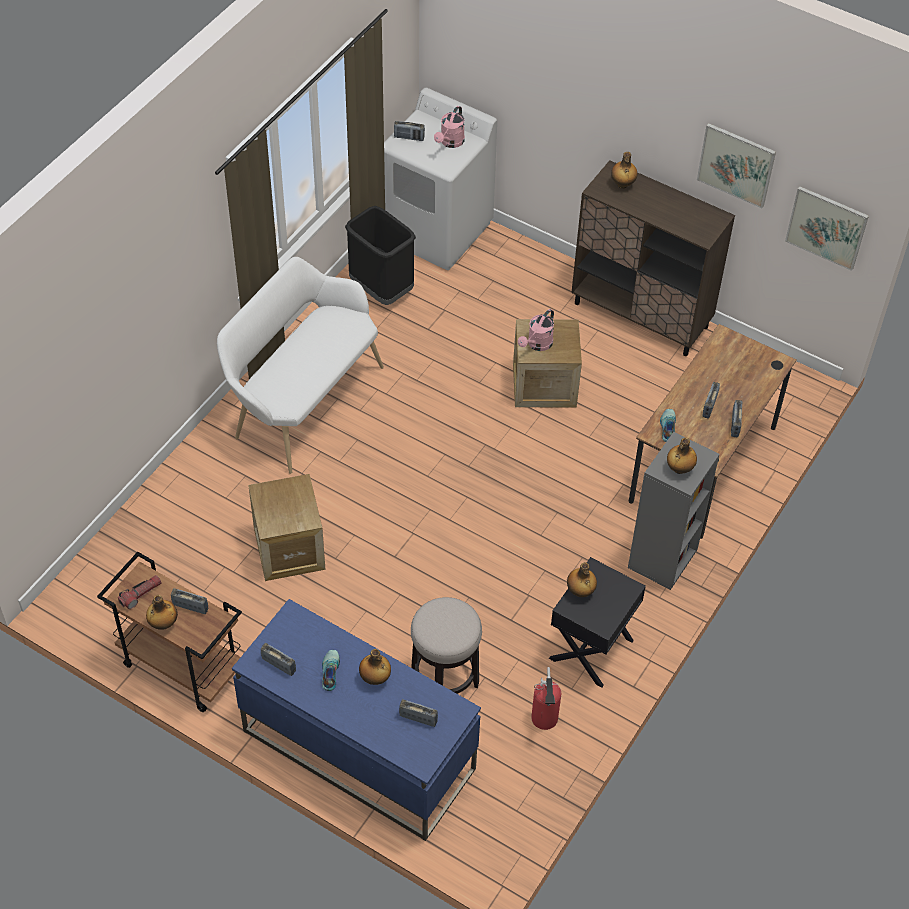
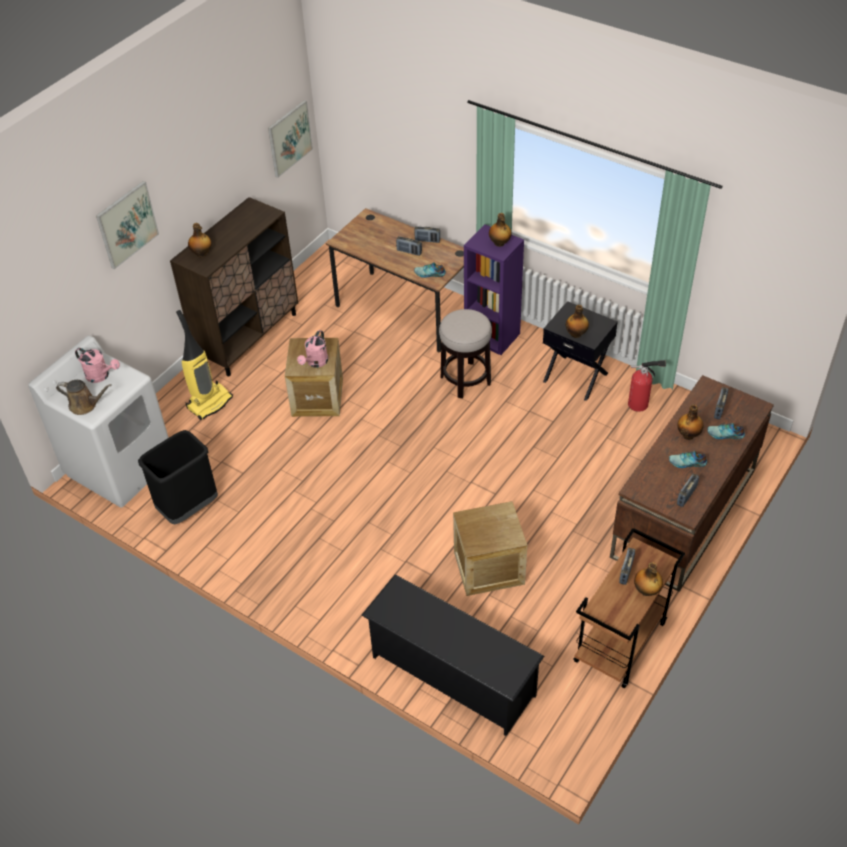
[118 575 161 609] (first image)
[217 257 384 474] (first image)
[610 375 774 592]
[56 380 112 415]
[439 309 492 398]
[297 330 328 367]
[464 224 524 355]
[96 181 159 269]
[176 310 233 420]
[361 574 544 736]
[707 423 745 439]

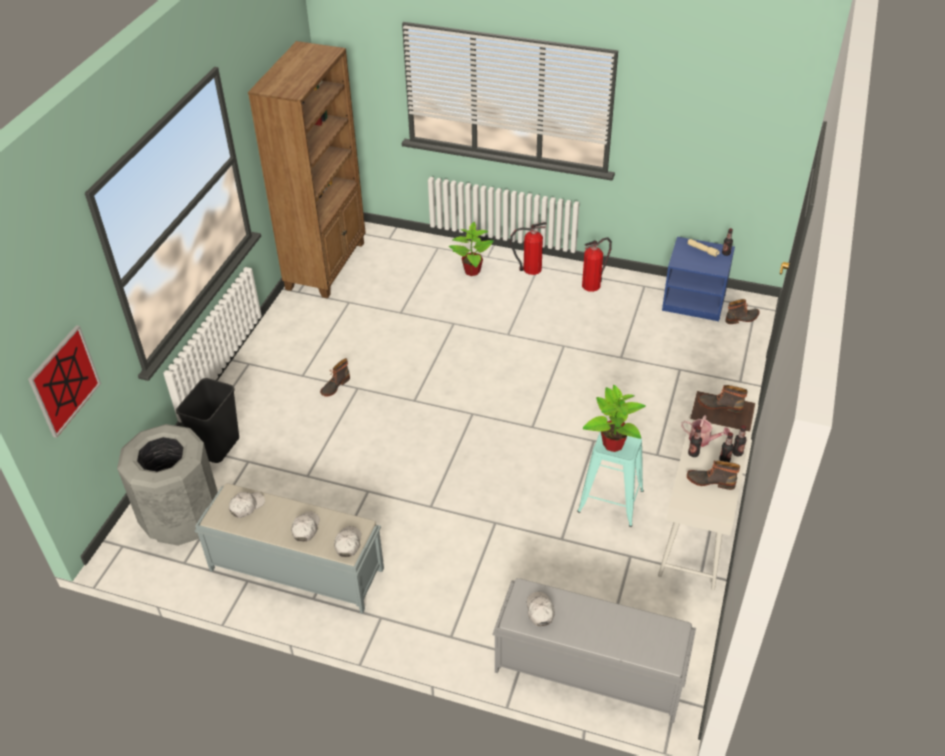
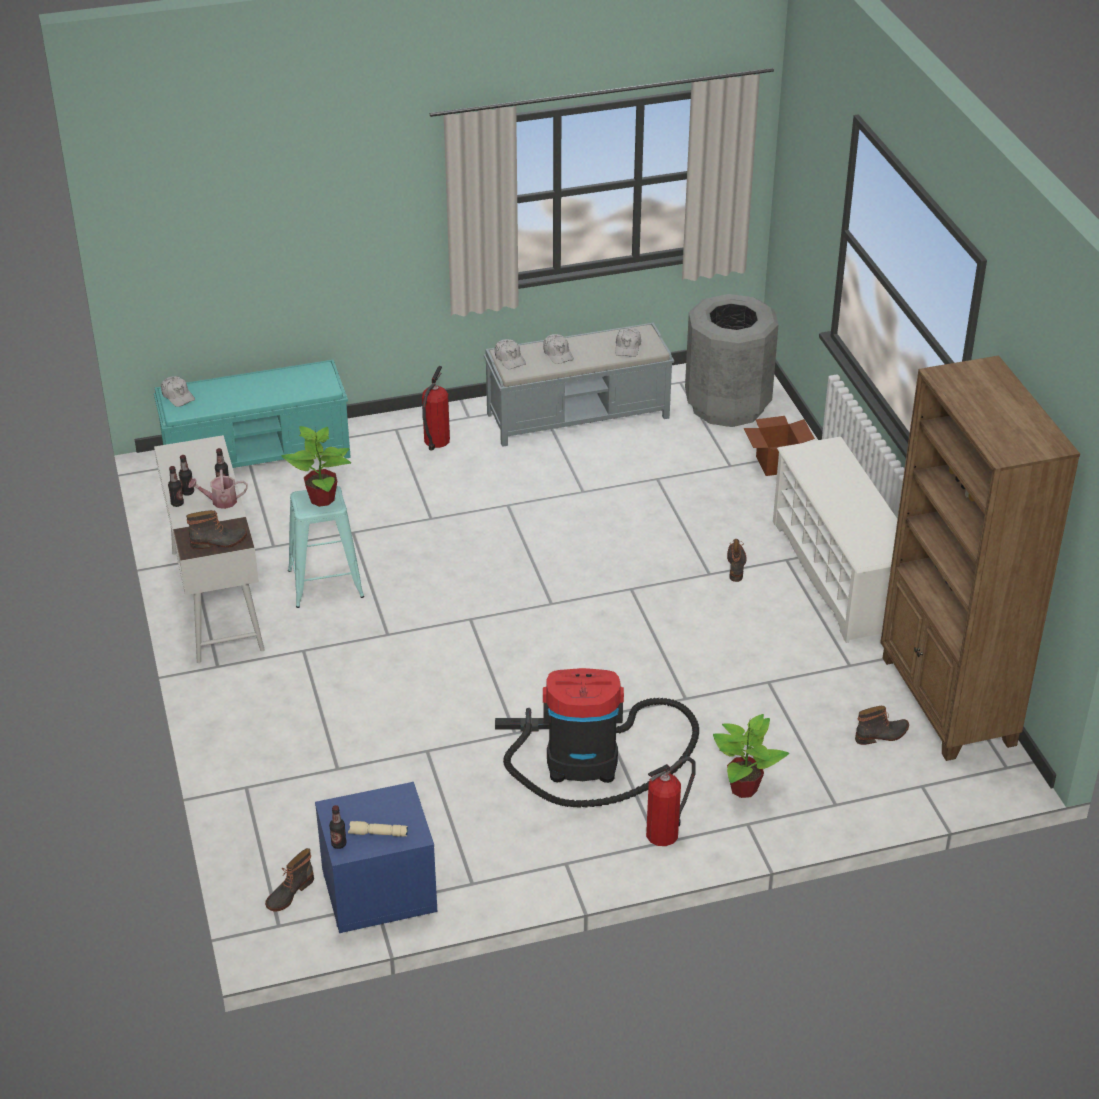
[28 325 101 438] (first image)
[744 416 815 476]
[154 360 351 468]
[161 376 195 407]
[422 366 450 451]
[855 706 909 745]
[495 668 699 808]
[773 436 898 643]

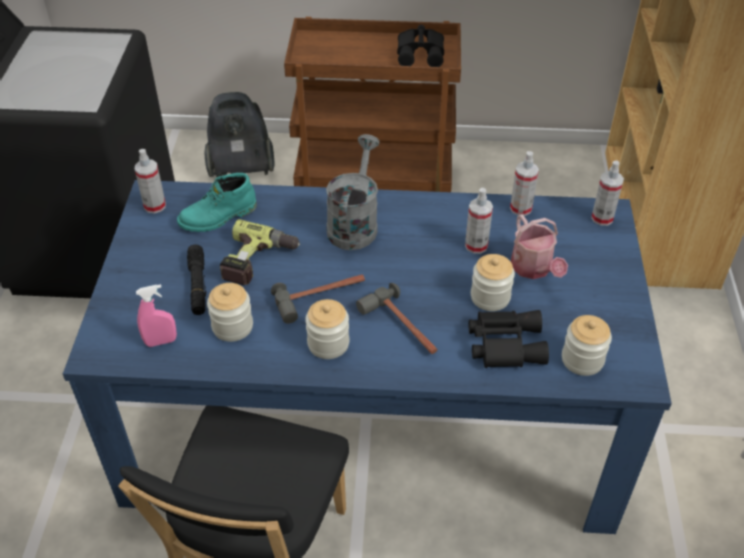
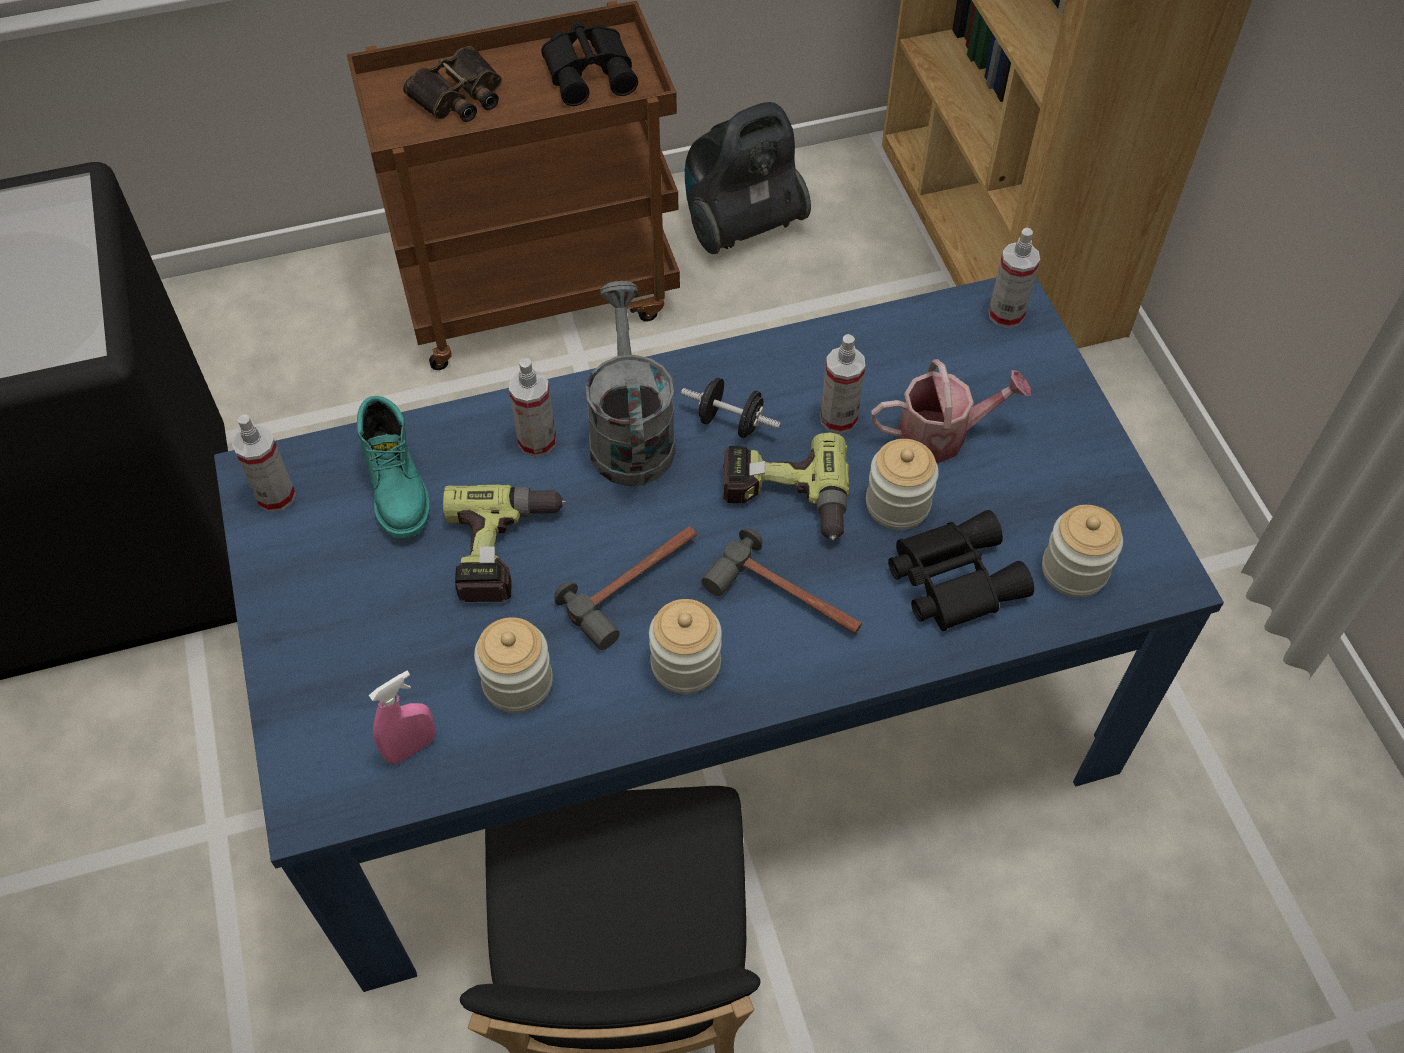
[357 396 430 539]
[187 245 206 315] (first image)
[685 102 811 254]
[509 358 556 457]
[871 359 1031 463]
[403 46 502 122]
[681 378 781 438]
[722 433 849 540]

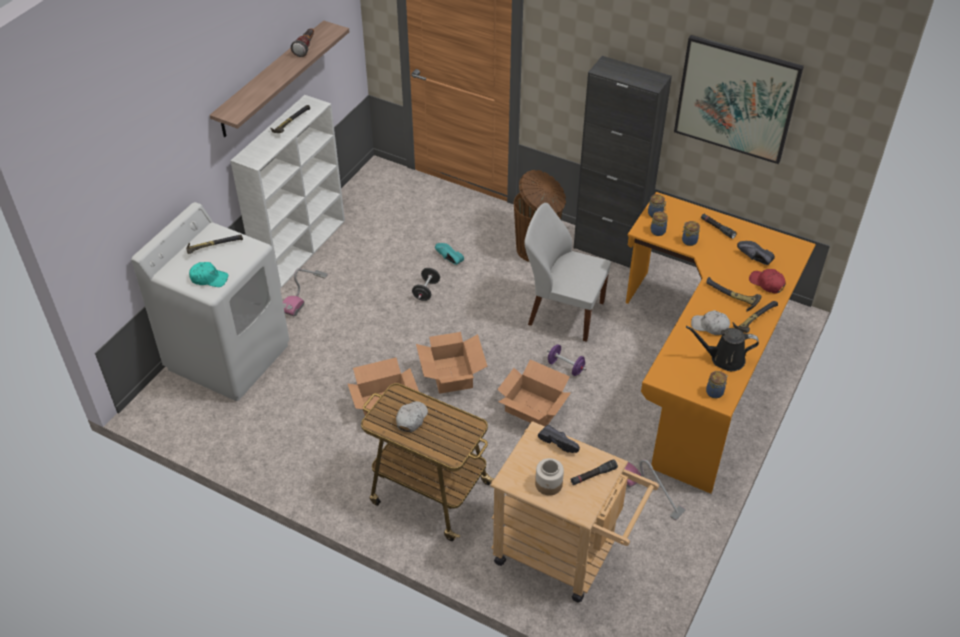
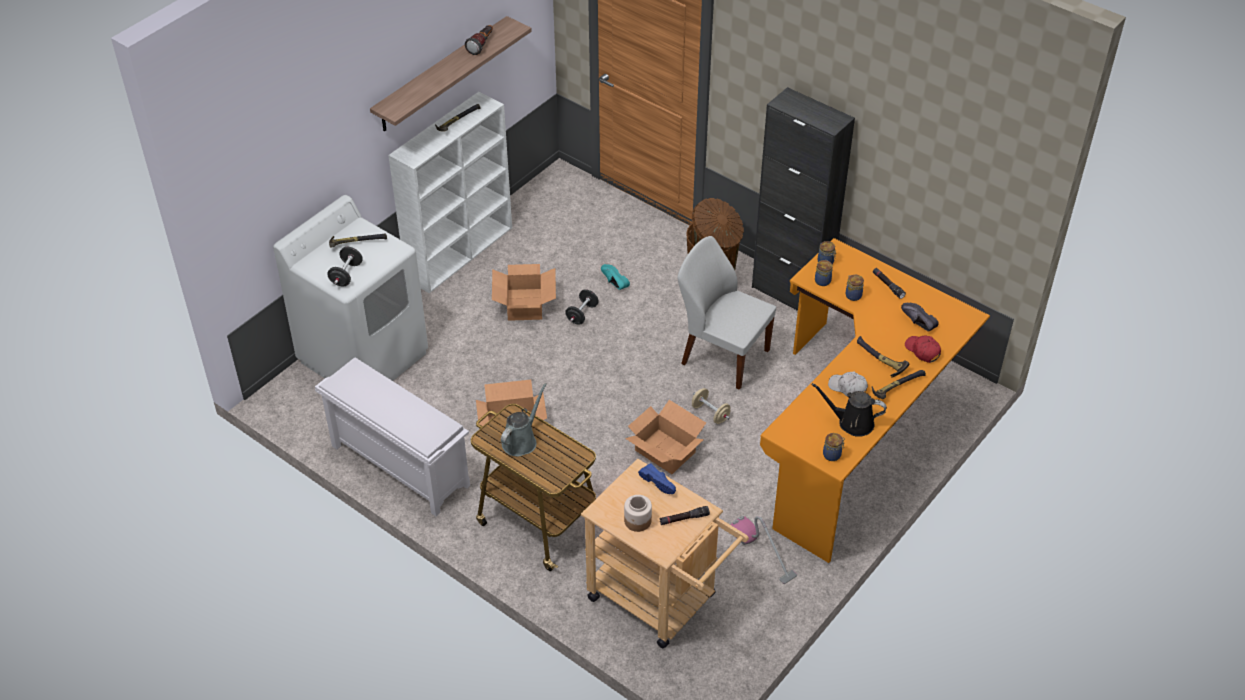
[327 247 363 287]
[283 268 328 316] (first image)
[501 383 547 456]
[492 264 556 321]
[638 463 676 494]
[692 388 730 424]
[674 35 804 164] (first image)
[315 358 470 516]

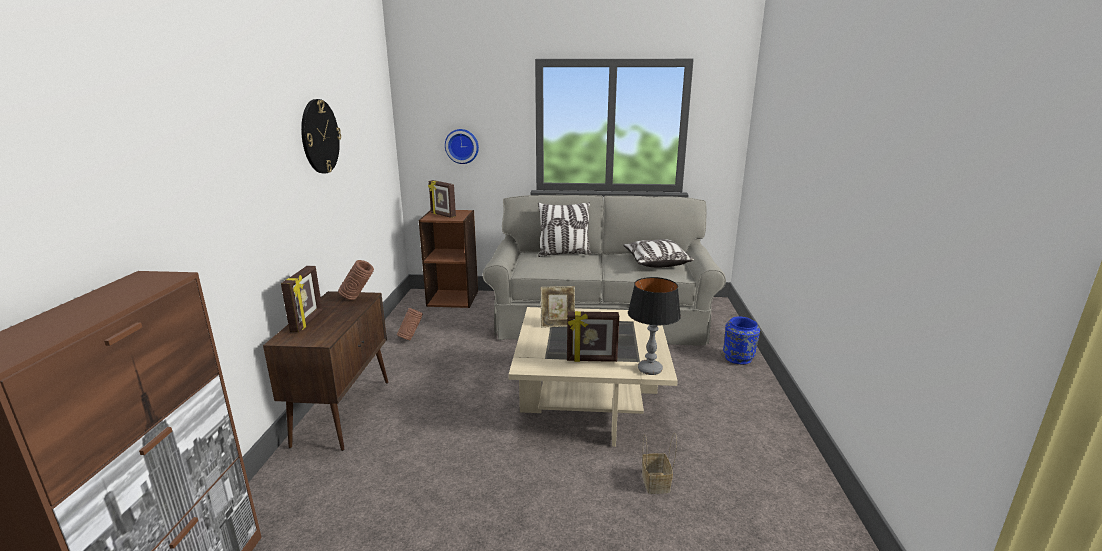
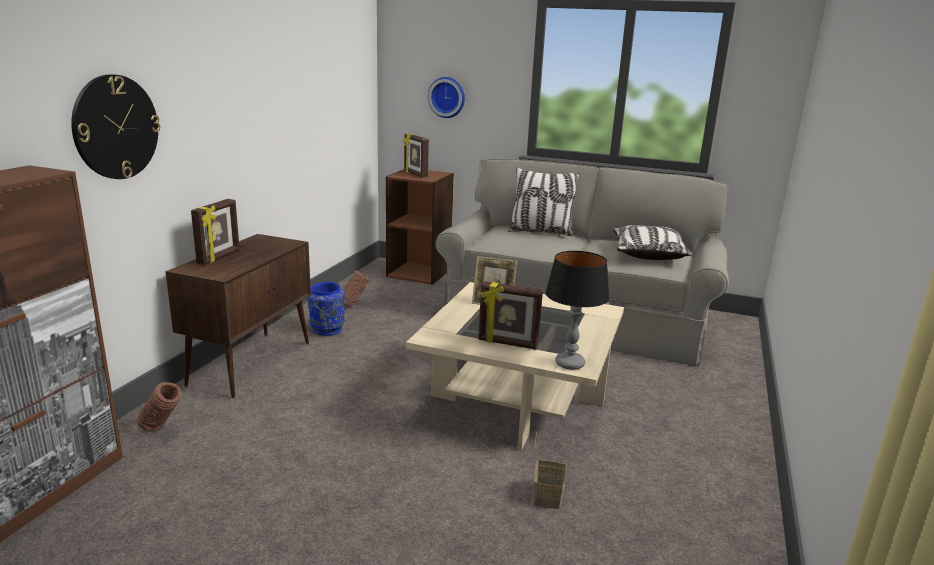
[71 74 160 179]
[137 382 182 431]
[307 282 345 335]

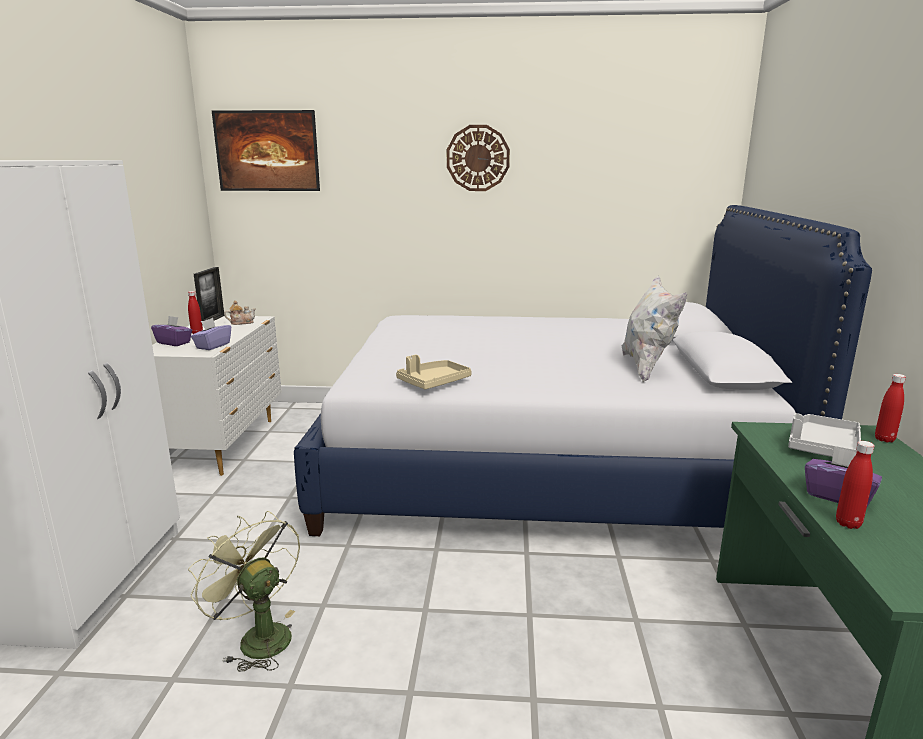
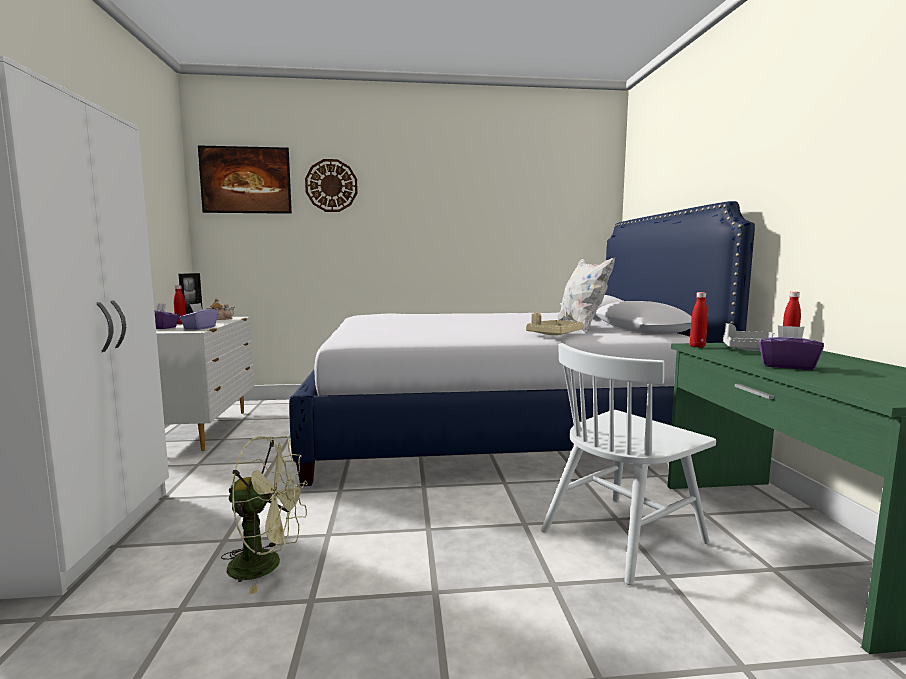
[221 436 308 594]
[526 313 584 335]
[305 159 358 212]
[690 292 708 348]
[541 343 716 585]

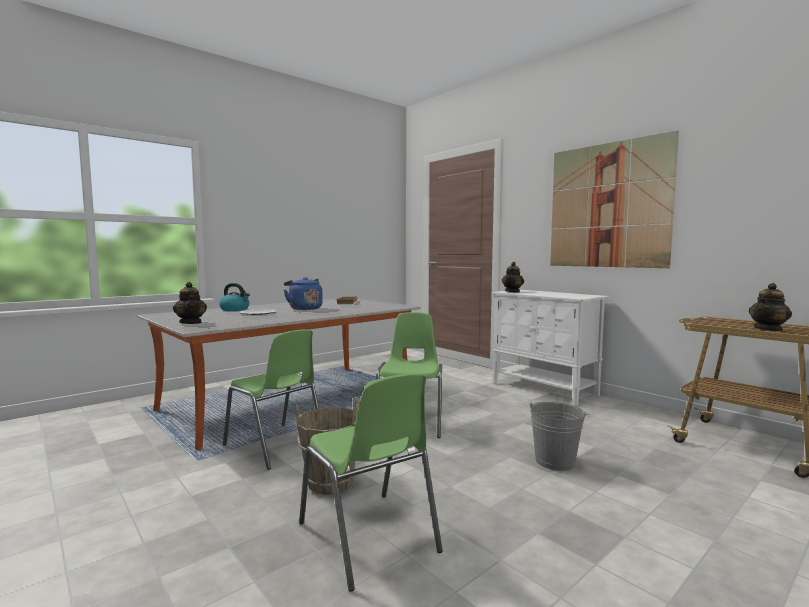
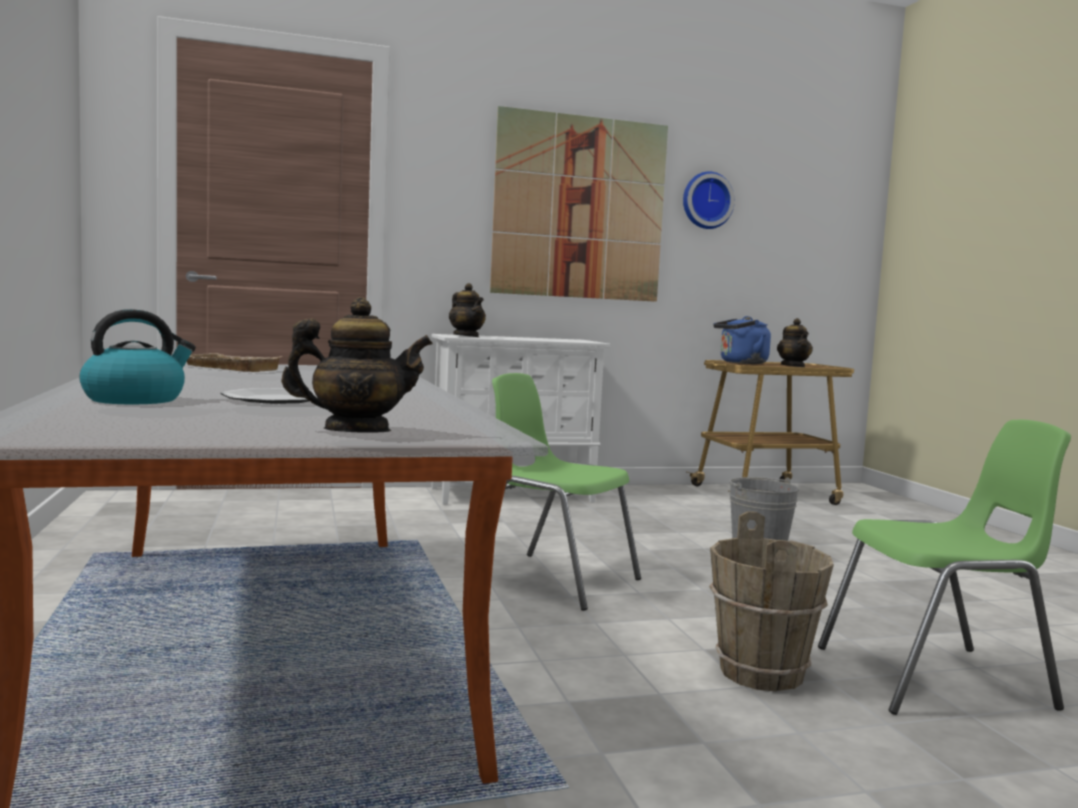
[223 329 319 470] (first image)
[713 316 771 364]
[683 171 735 229]

